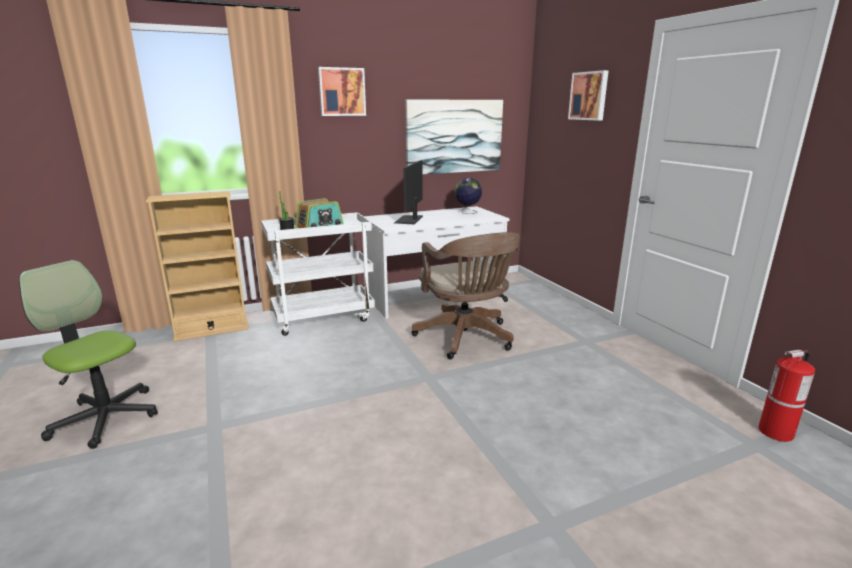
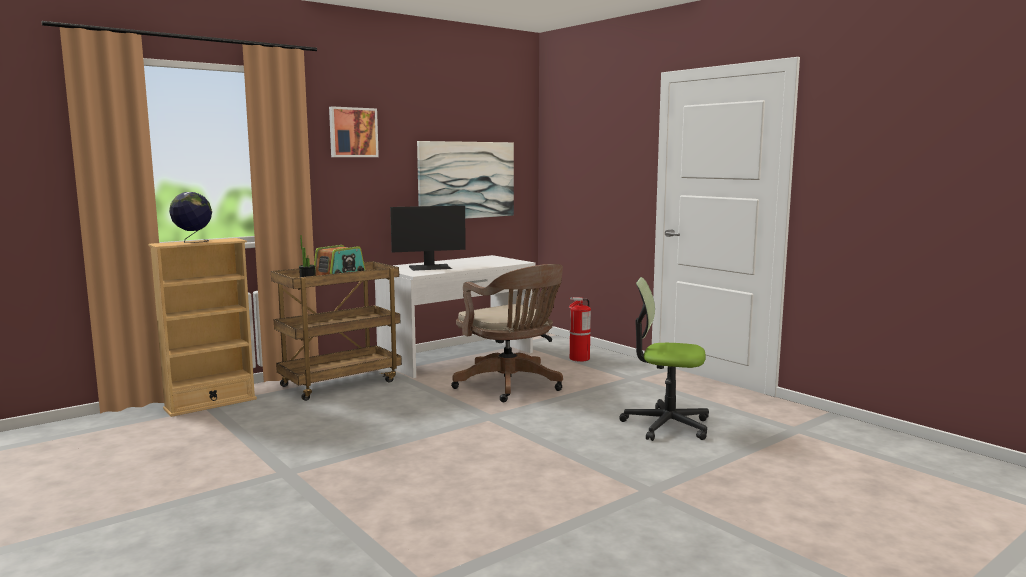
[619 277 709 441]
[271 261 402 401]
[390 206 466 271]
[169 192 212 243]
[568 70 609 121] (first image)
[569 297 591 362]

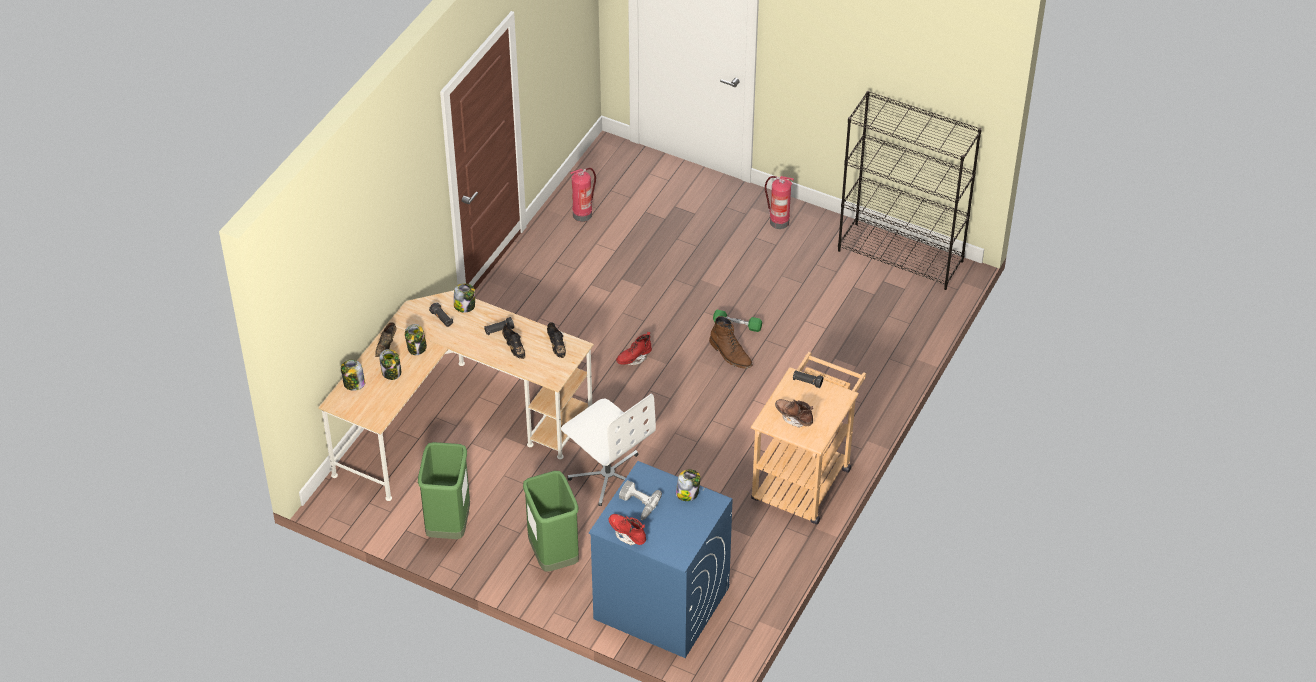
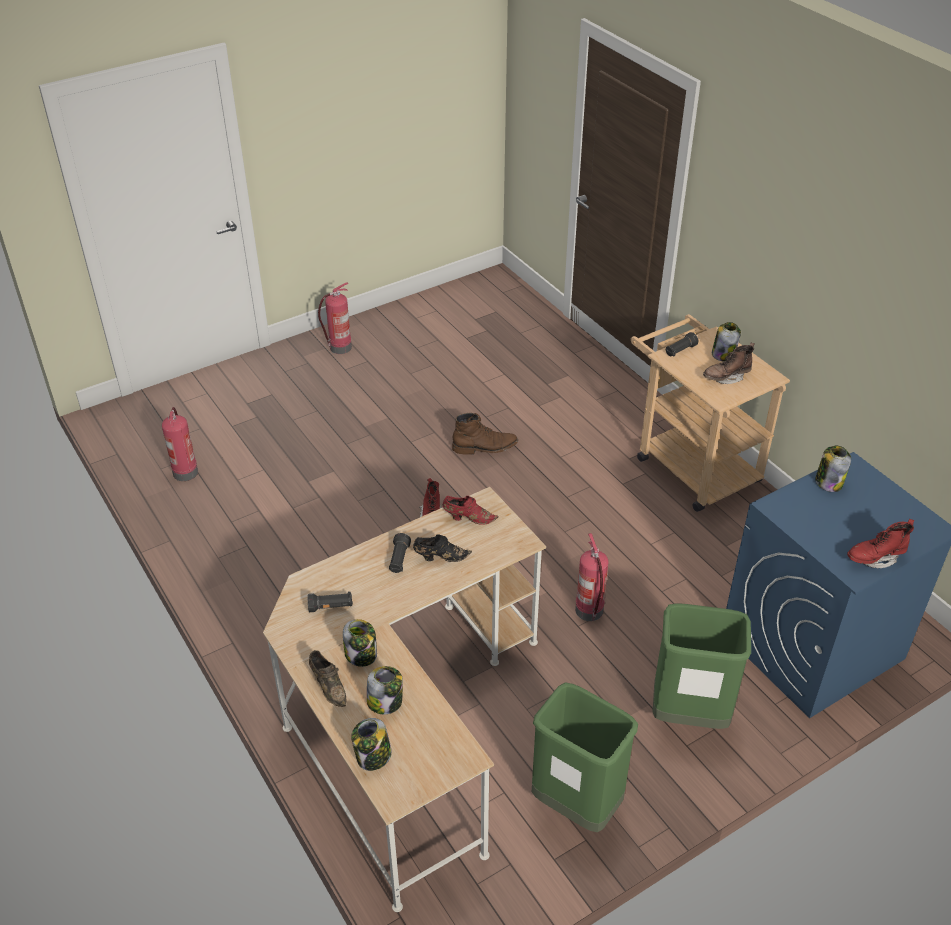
[712 322 741 362]
[443 496 499 525]
[575 533 609 621]
[619 480 662 520] (first image)
[713 310 762 332] (first image)
[838 91 982 290] (first image)

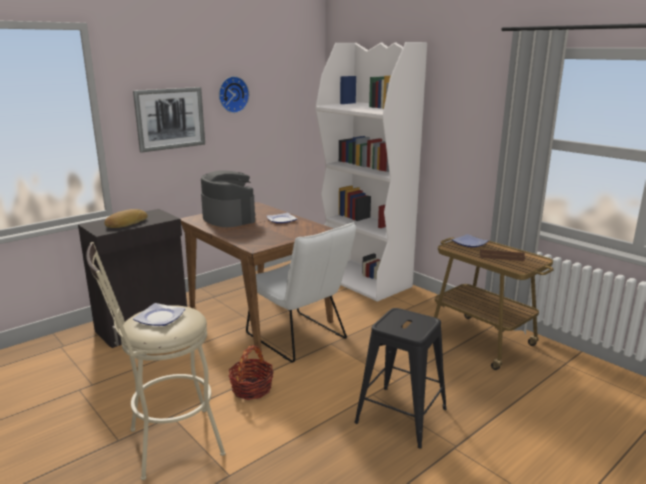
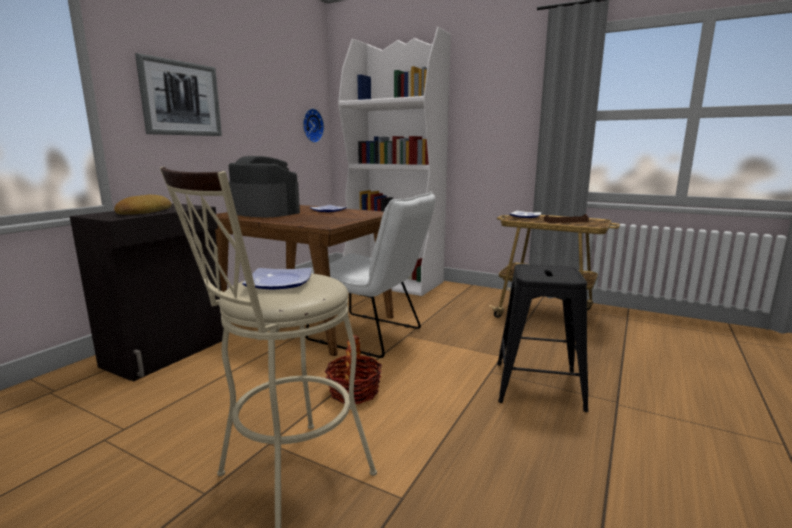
[303 108 324 143]

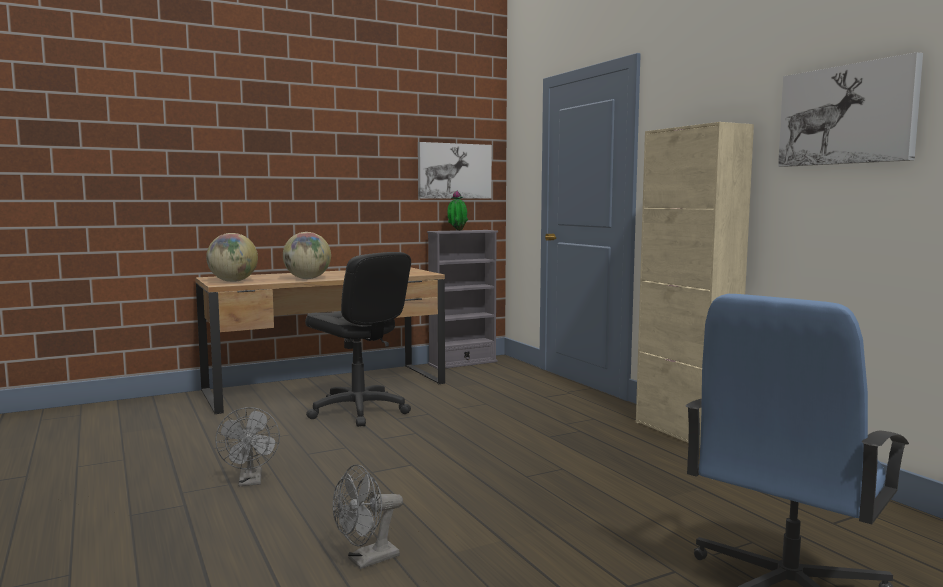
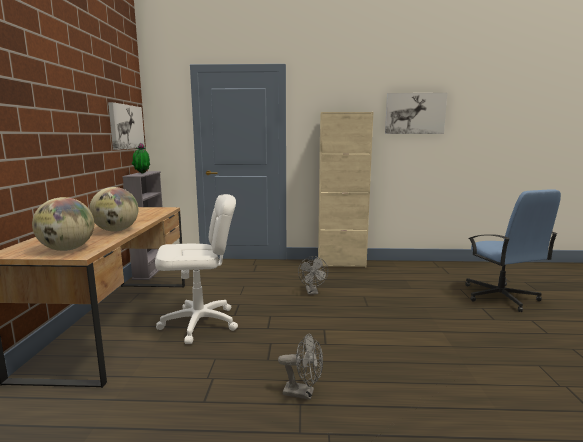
[155 194 238 344]
[298 256 328 295]

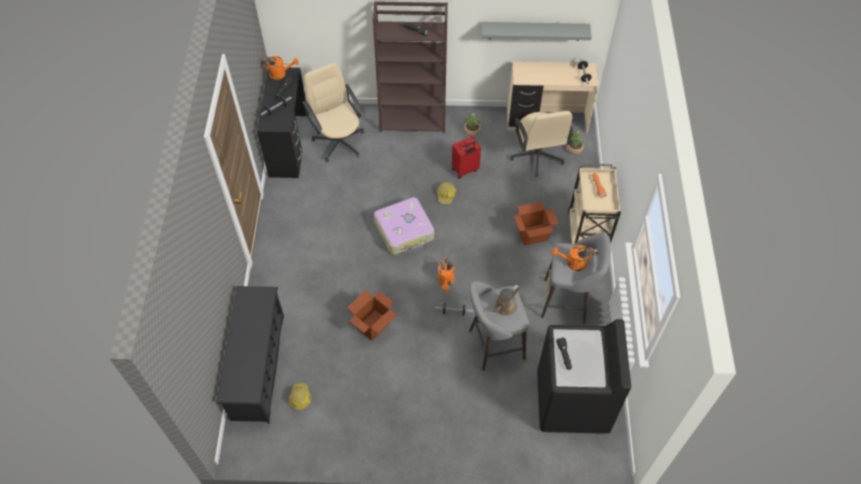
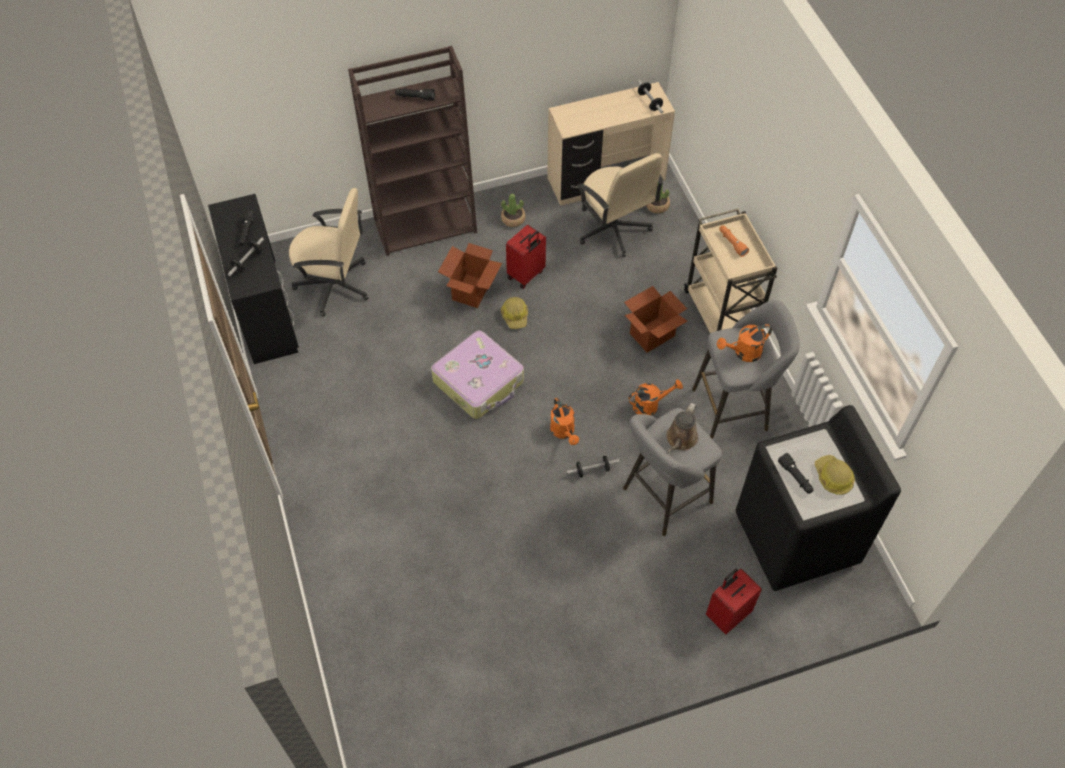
[216 286 284 424] (first image)
[629 380 683 416]
[815 455 855 495]
[289 188 368 317]
[438 243 502 308]
[482 22 592 41] (first image)
[706 569 762 634]

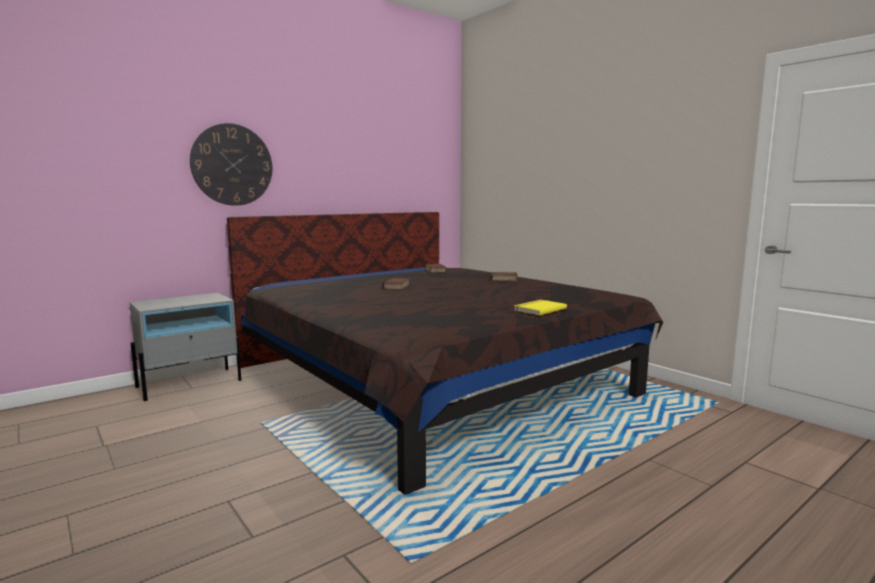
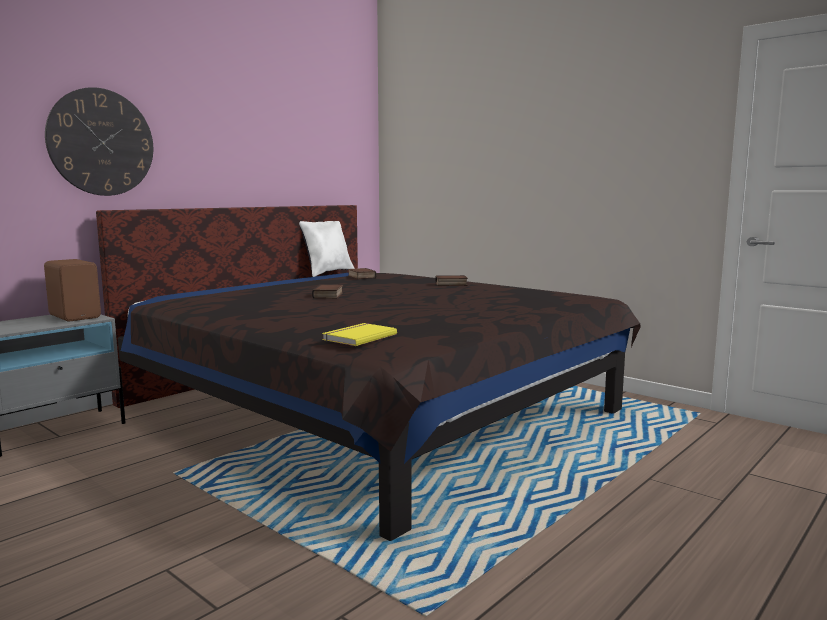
[322 323 397 346]
[44 259 101 321]
[299 221 355 277]

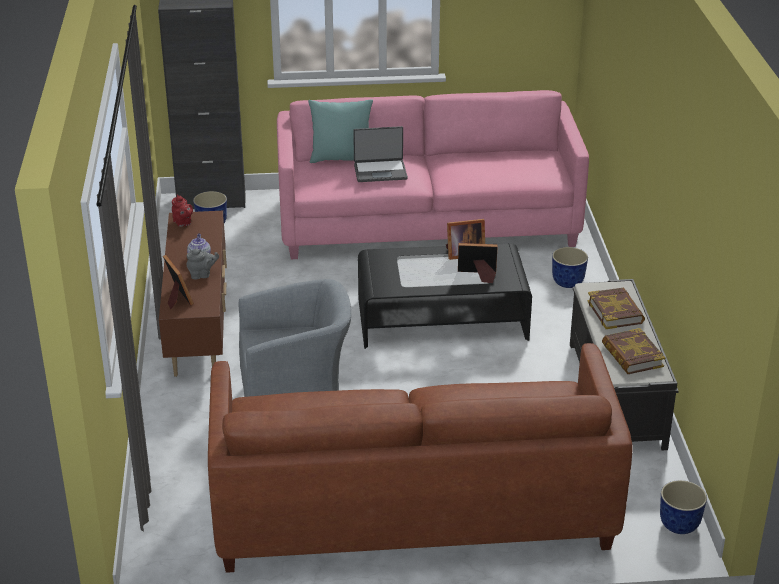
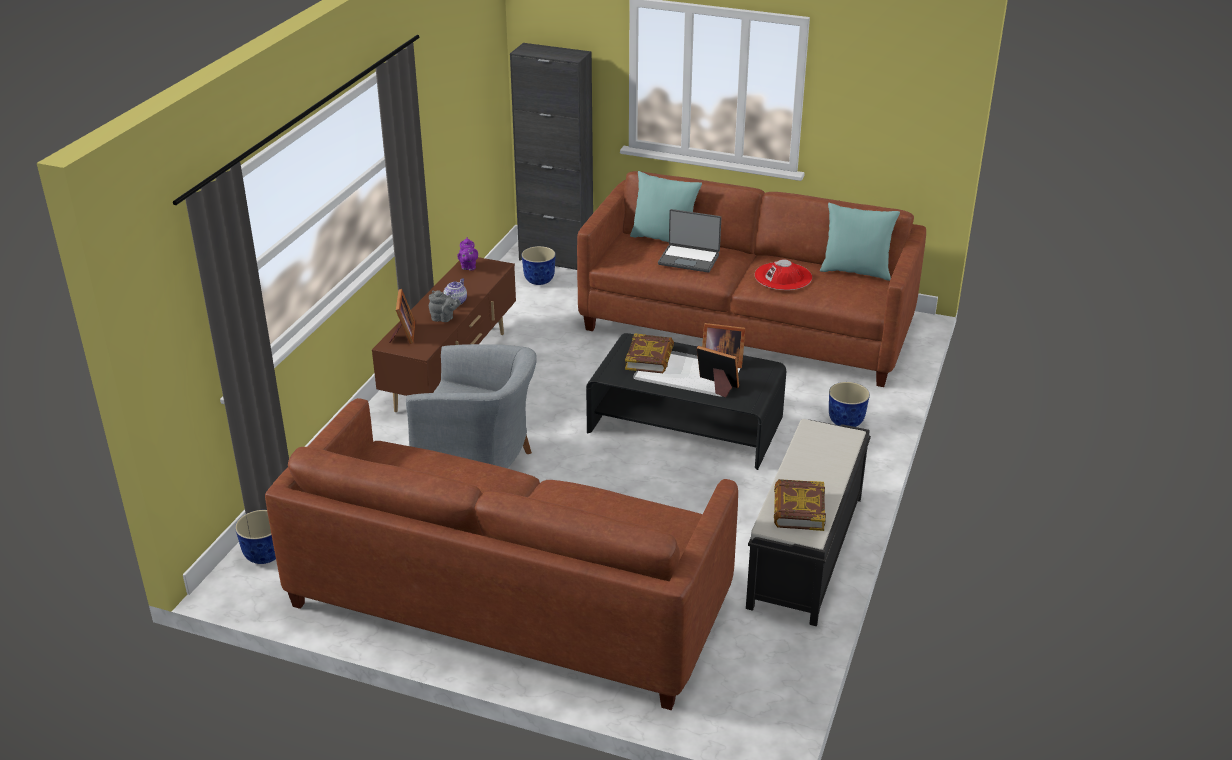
[457 237 478 270]
[577 171 926 387]
[625 334 674 373]
[235 510 276 564]
[754 259 812 290]
[820 203 900 281]

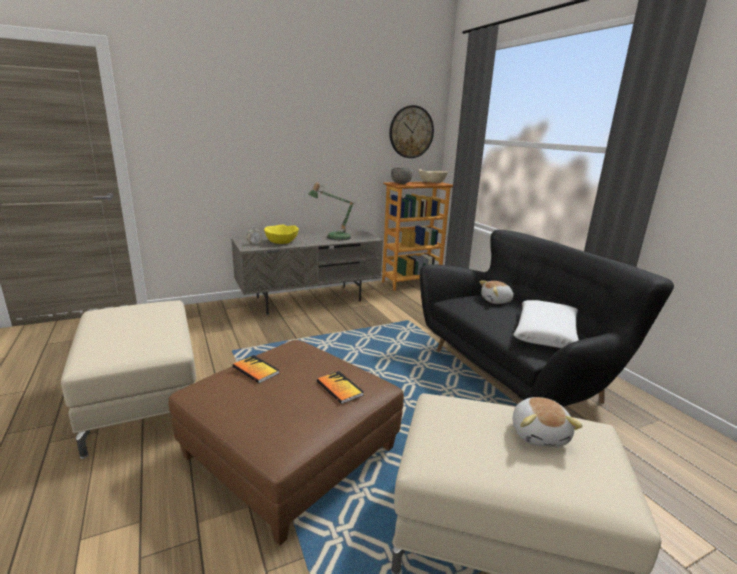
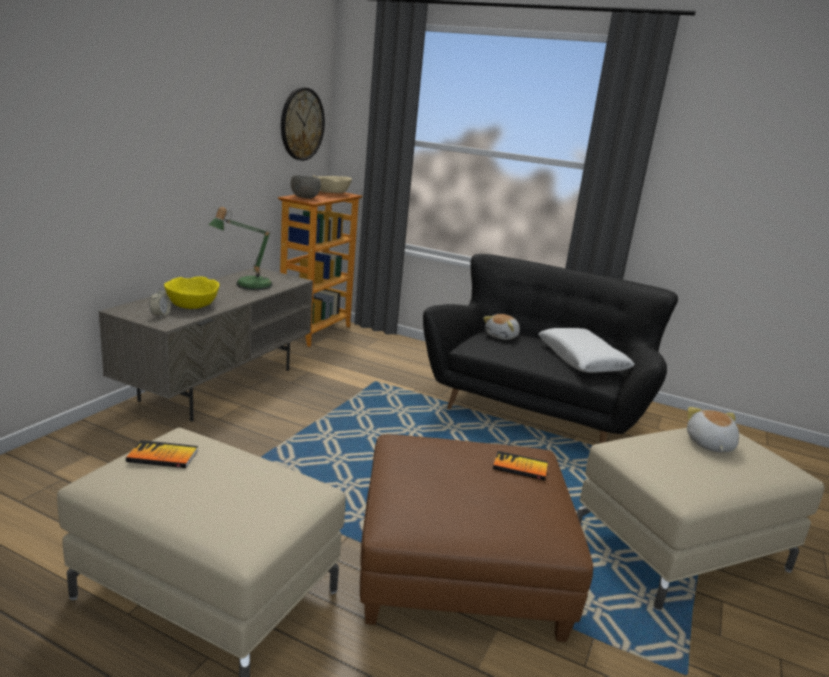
[126 440 198 468]
[687 407 739 453]

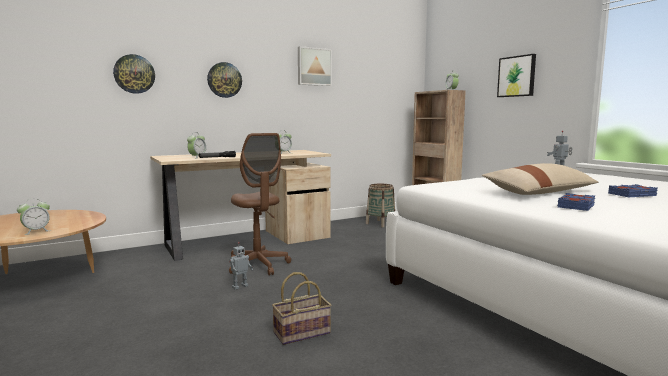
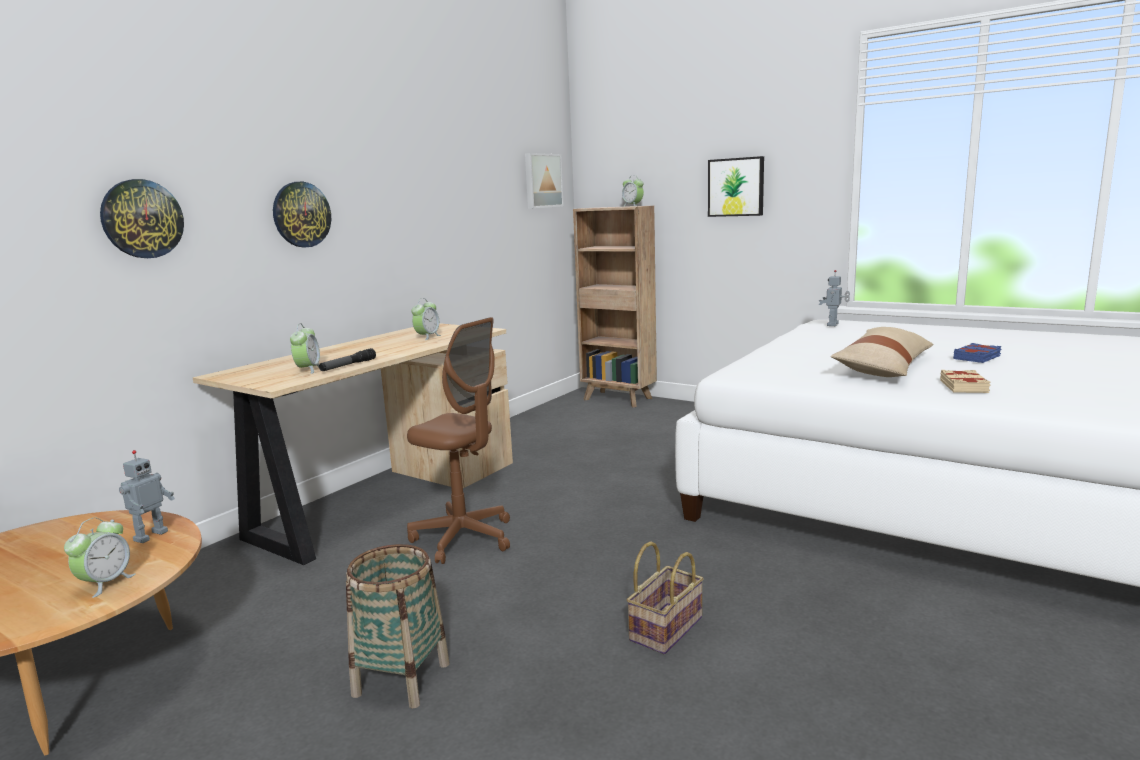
[119 450 175 543]
[525 153 564 209]
[346 544 450 708]
[940 370 991 393]

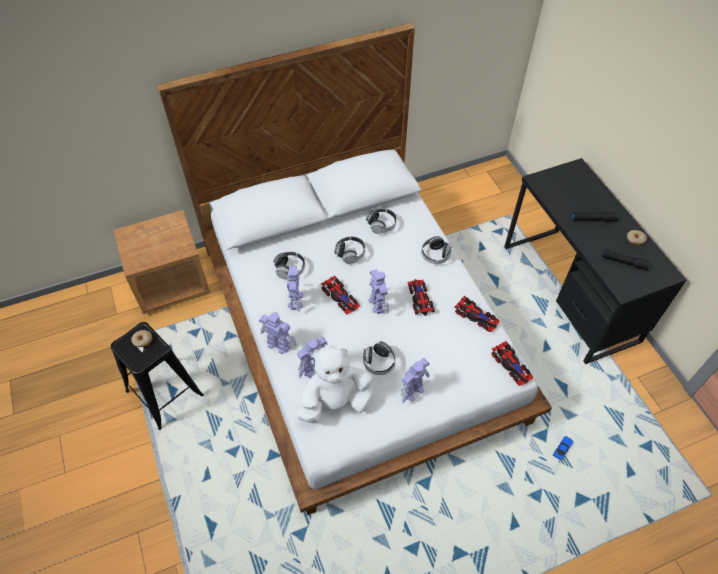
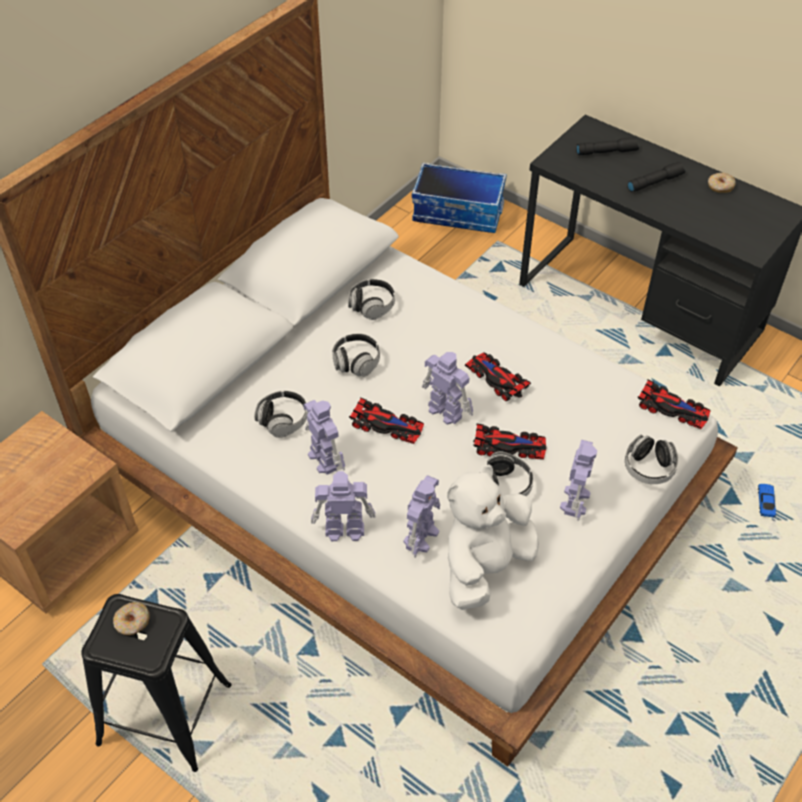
[625 435 678 484]
[473 423 547 460]
[576 137 639 155]
[412 162 507 233]

